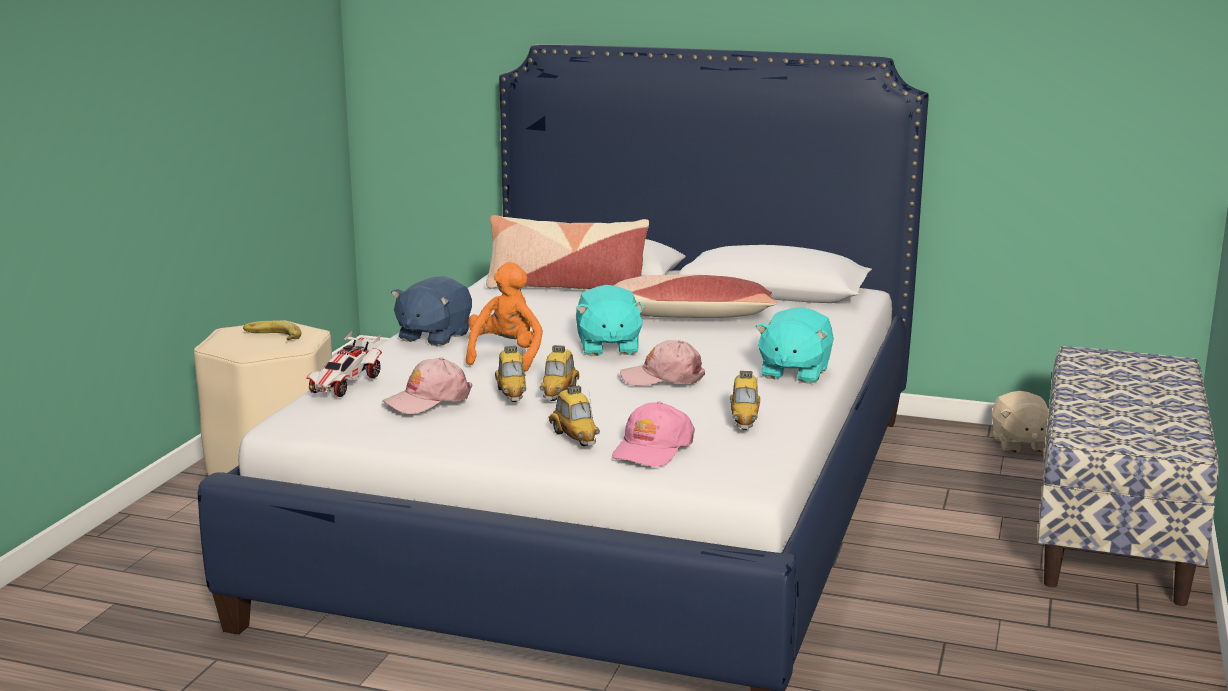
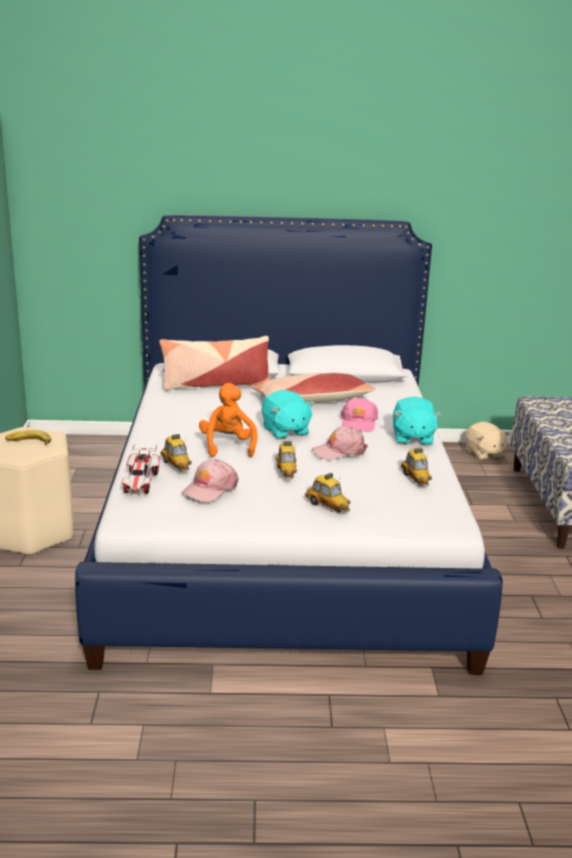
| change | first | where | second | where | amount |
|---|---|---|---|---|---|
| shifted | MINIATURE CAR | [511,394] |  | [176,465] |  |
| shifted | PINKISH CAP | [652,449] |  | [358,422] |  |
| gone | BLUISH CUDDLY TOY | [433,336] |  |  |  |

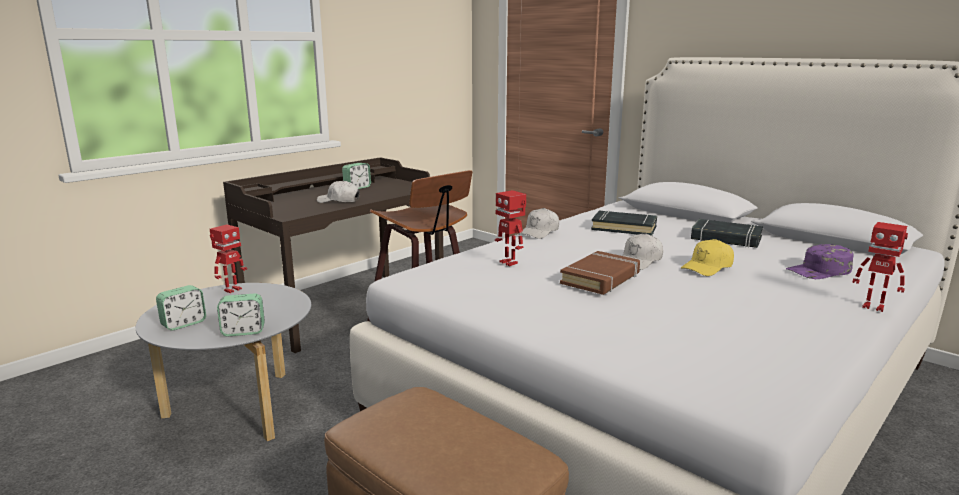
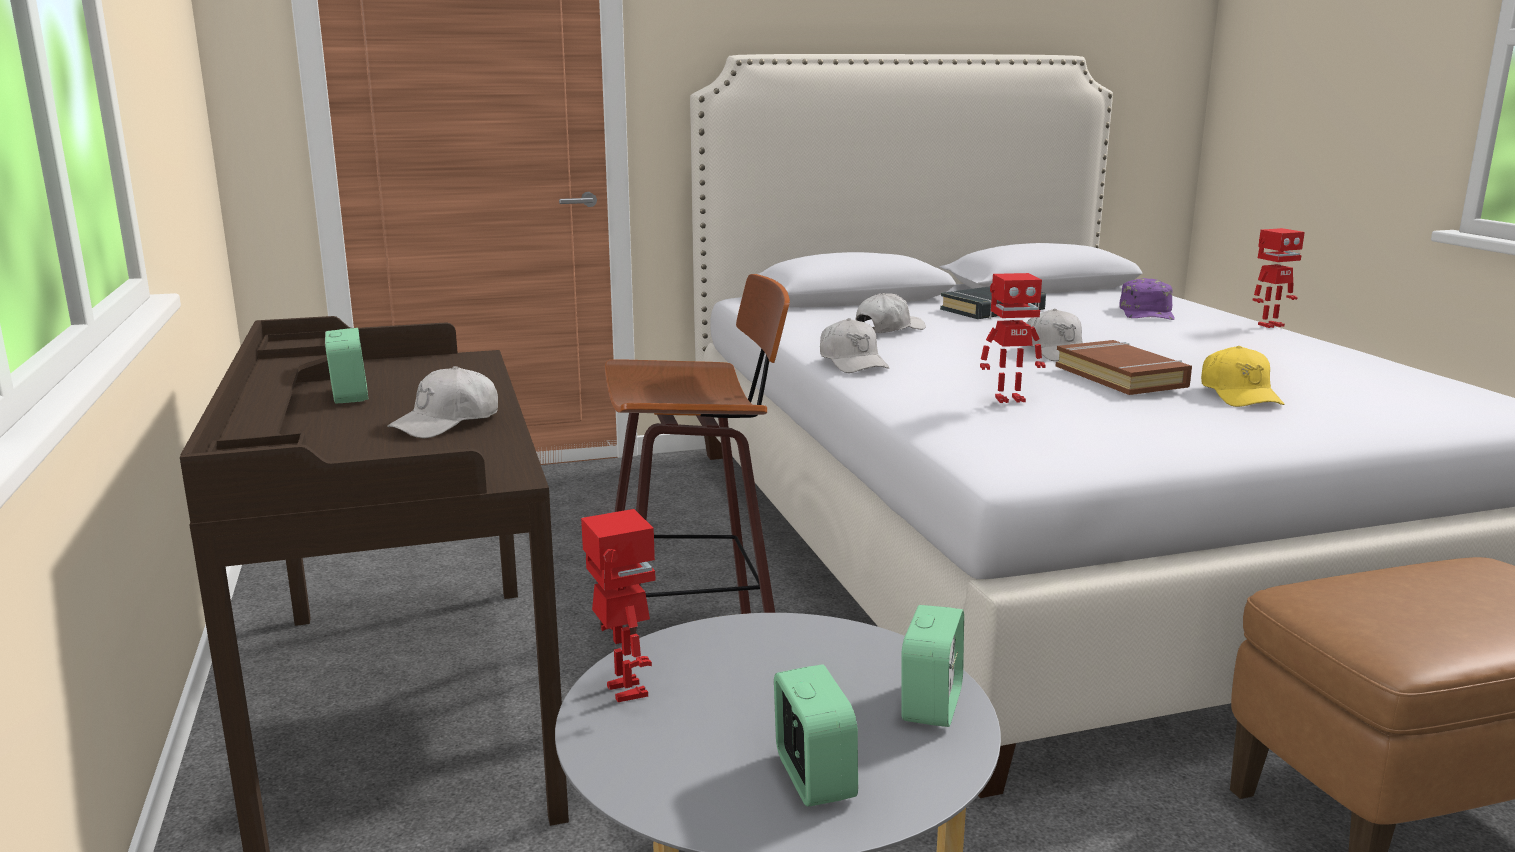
| change | first | where | second | where | amount |
|---|---|---|---|---|---|
| swapped | BLACKISH BOOK | [624,228] | WHITISH CAP | [889,329] |  |
| shifted | YELLOW CAP | [708,267] |  | [1239,395] |  |

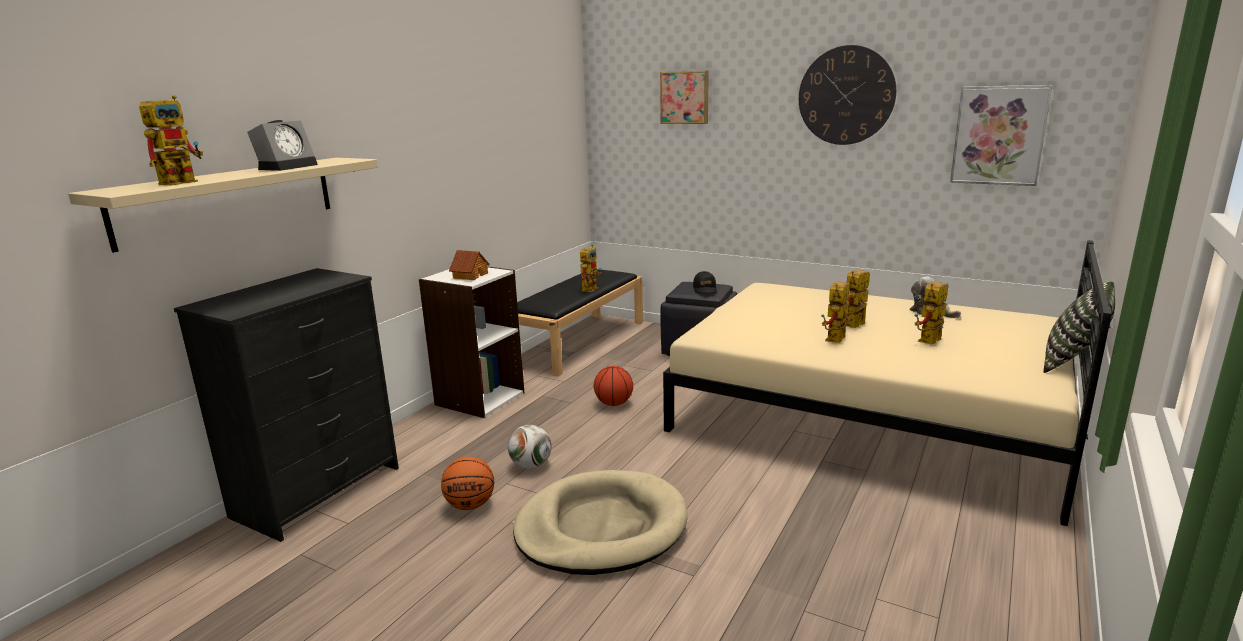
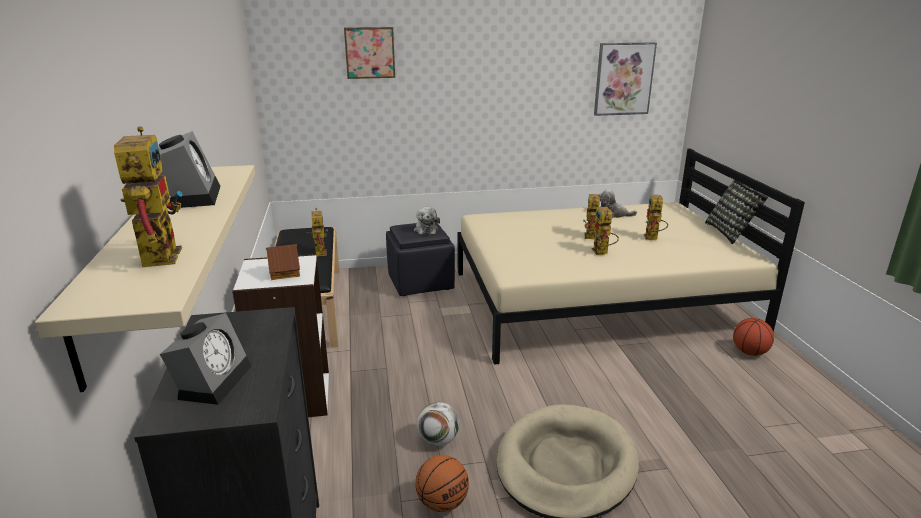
| change | first | where | second | where | amount |
|---|---|---|---|---|---|
| new |  |  | TABLE CLOCK | [213,380] |  |
| swapped | BLACKISH CAP | [705,289] | CUDDLY TOY | [426,229] |  |
| shifted | BALL FOR BASKETBALL | [613,404] |  | [749,352] |  |
| gone | CLOCK ON THE WALL | [846,95] |  |  |  |

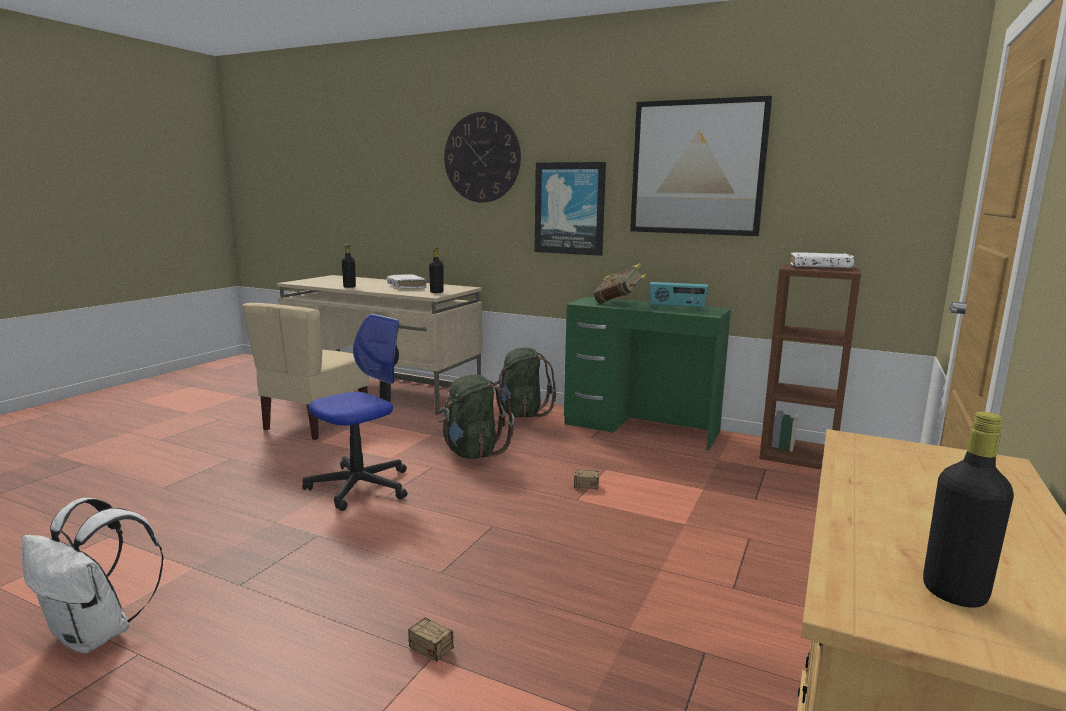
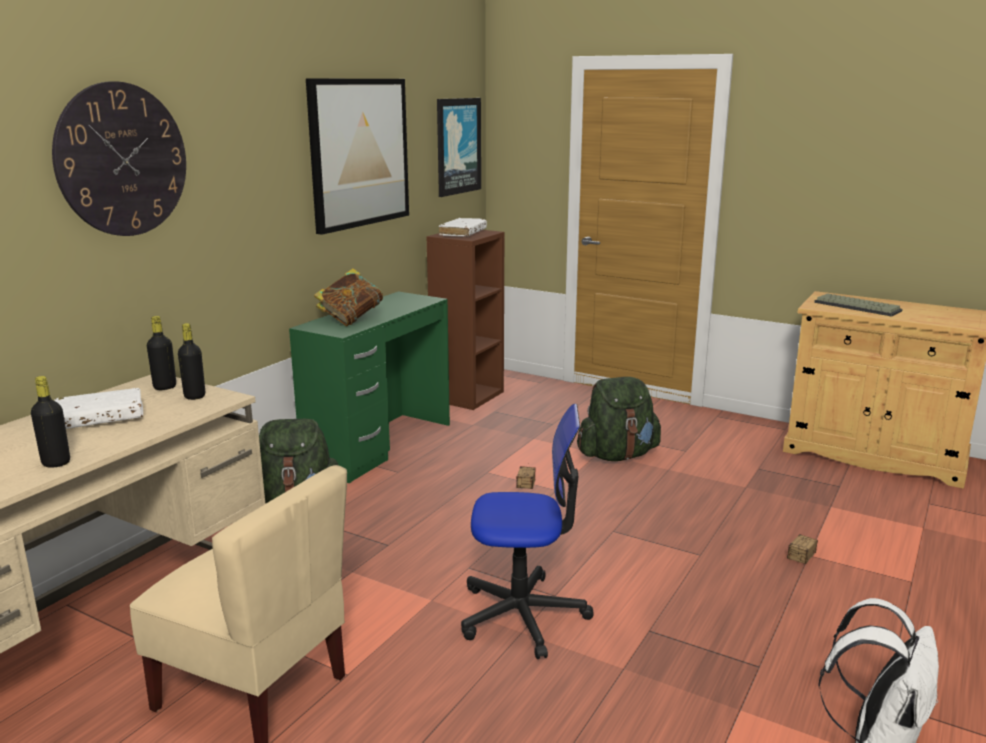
| change | first | where | second | where | amount |
|---|---|---|---|---|---|
| shifted | BLACKISH DRINK BOTTLE | [954,593] |  | [165,387] |  |
| shifted | PICTURE | [569,208] |  | [457,146] |  |
| rotated | DESK CHAIR | [360,486] |  | [523,615] | 135 degrees clockwise |
| shifted | GREEN-COLOURED RUCKSACK | [472,453] |  | [617,455] |  |
| new |  |  | COMPUTER KEYBOARD | [858,306] |  |
| gone | RADIO SET | [677,309] |  |  |  |

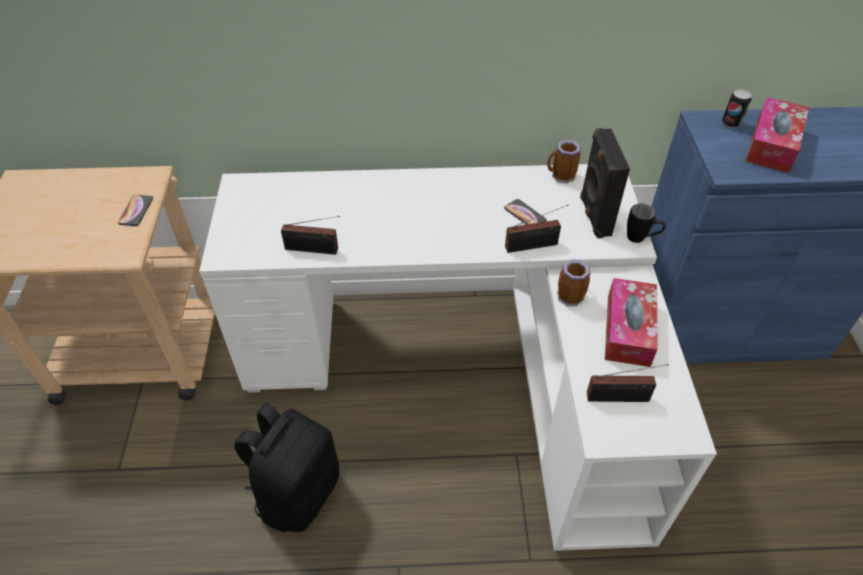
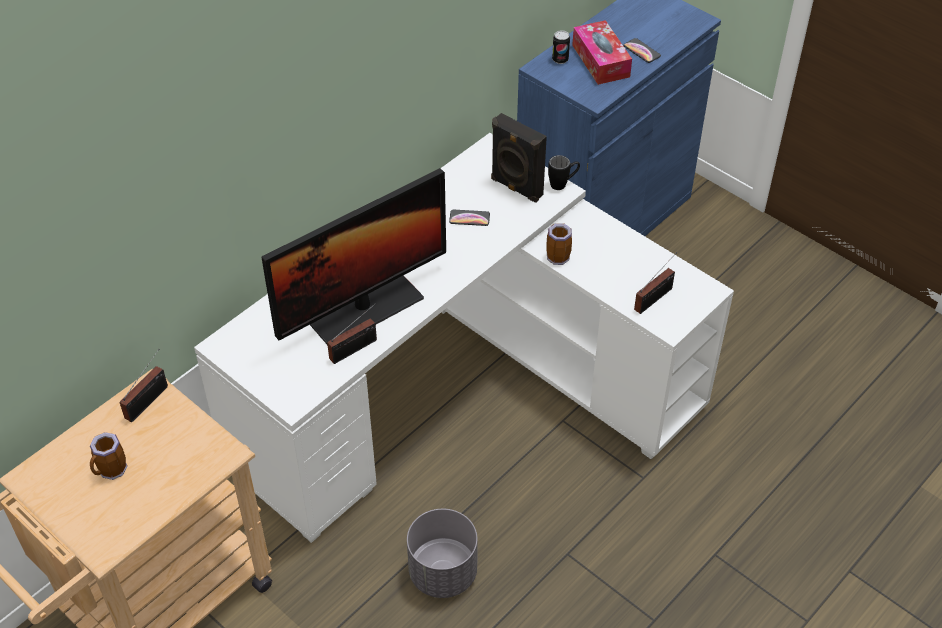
| change | first | where | second | where | amount |
|---|---|---|---|---|---|
| shifted | COFFEE MUG | [561,177] |  | [112,471] |  |
| shifted | RADIO SET | [534,246] |  | [149,400] |  |
| new |  |  | MONITOR | [364,308] |  |
| swapped | BLACKISH RUCKSACK | [297,492] | GREY PLANT POT | [442,572] |  |
| shifted | HANDSET | [136,211] |  | [641,51] |  |
| gone | TISSUE HOLDER | [628,330] |  |  |  |

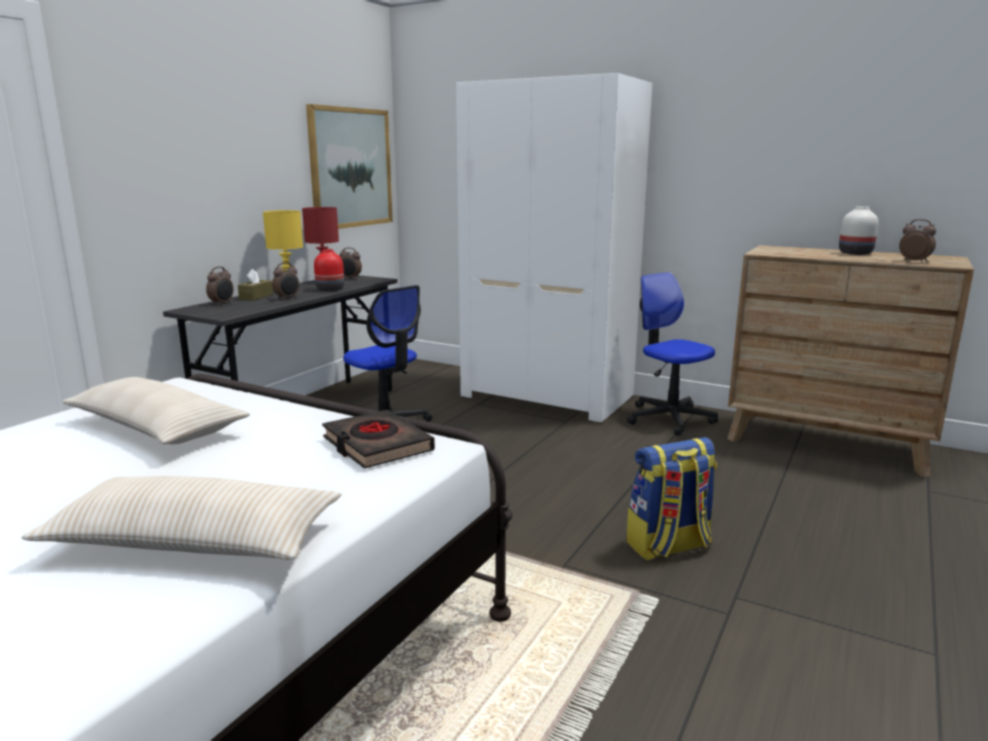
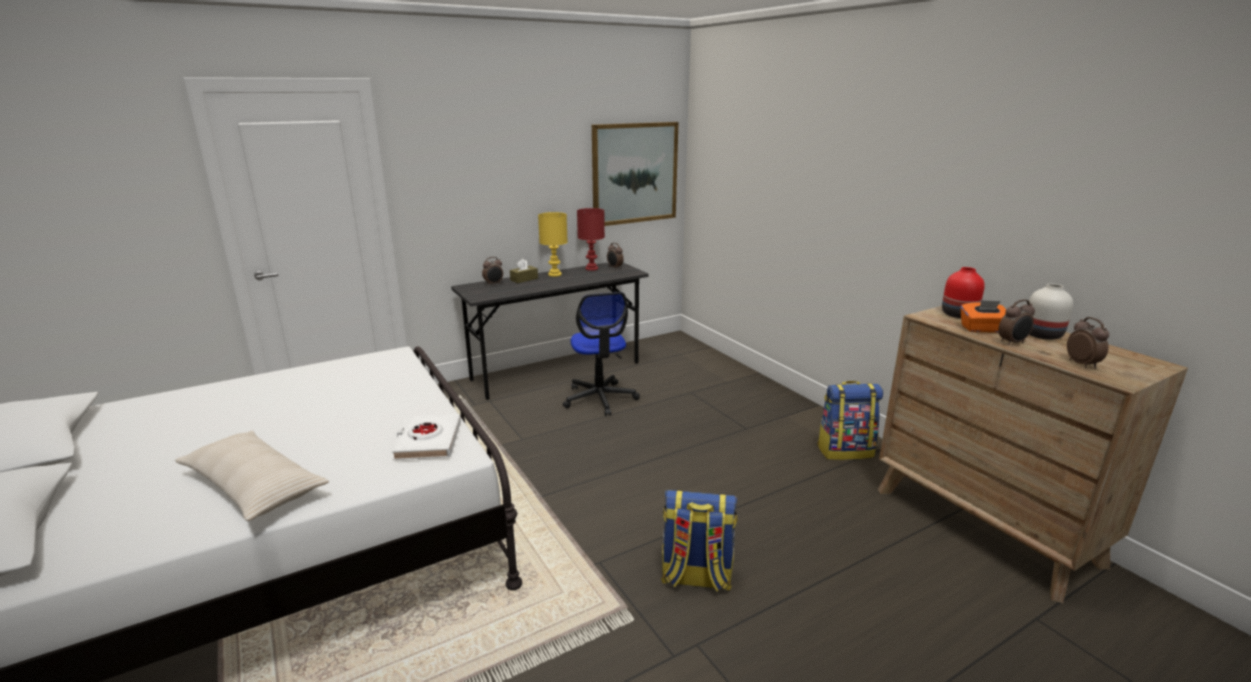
| change | first | where | second | where | amount |
|---|---|---|---|---|---|
| repainted | BLACKISH BOOK | [377,445] | WHITISH BOOK | [428,441] |  |
| swapped | DESK CHAIR | [669,418] | RUCKSACK | [845,450] |  |
| shifted | RED VASE | [330,289] |  | [959,314] |  |
| new |  |  | ORANGEY TISSUE HOLDER | [982,329] |  |
| shifted | TABLE CLOCK | [287,298] |  | [1012,343] |  |
| gone | BEIGE-COLOURED THROW PILLOW | [156,428] |  |  |  |
| gone | WHITISH ARMOIRE | [549,396] |  |  |  |

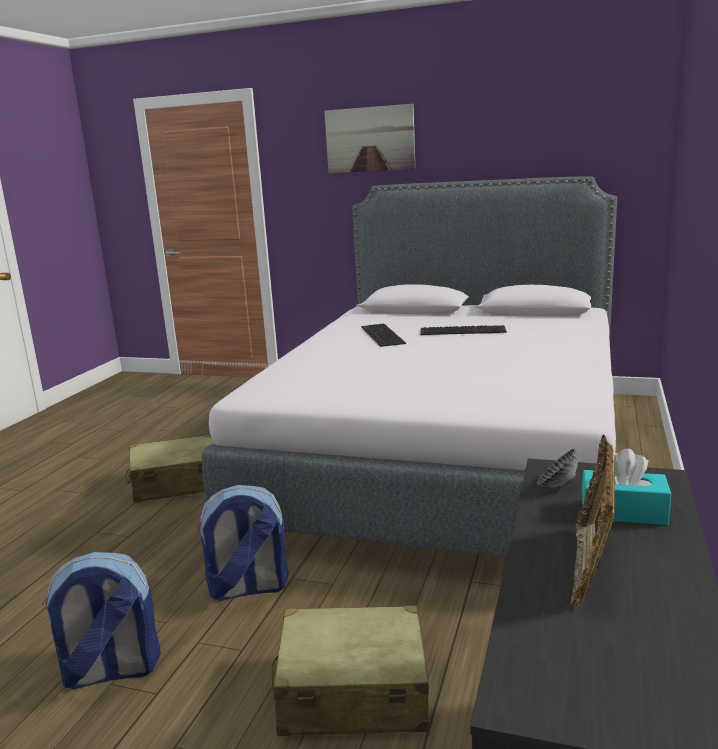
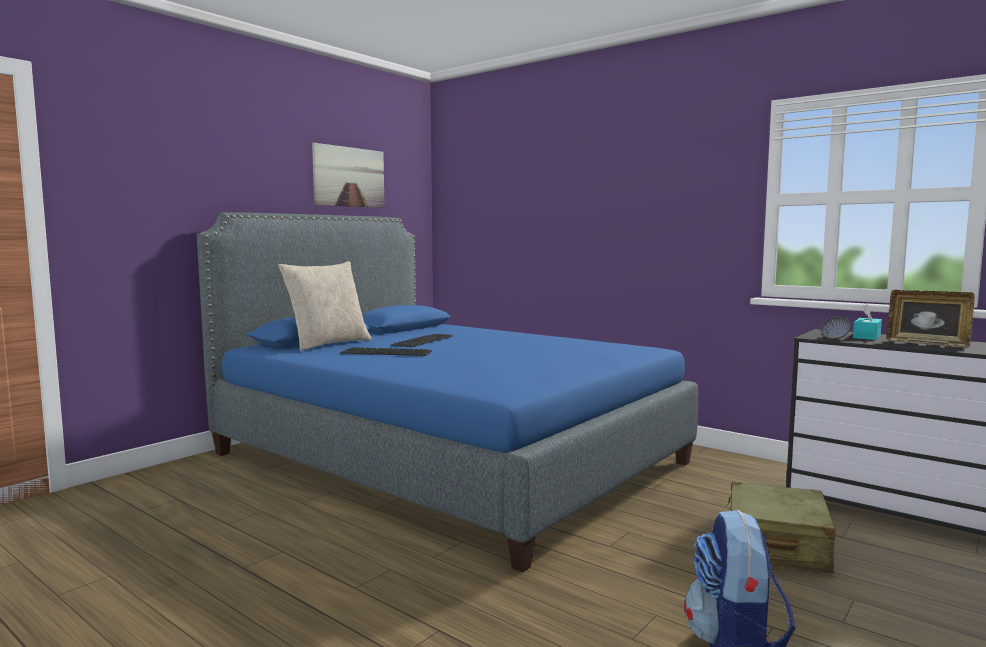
| change | first | where | second | where | amount |
|---|---|---|---|---|---|
| repainted | WHITISH BED | [447,456] | BLUISH BED | [445,458] |  |
| new |  |  | BEIGE-COLOURED THROW PILLOW | [328,344] |  |
| shifted | PICTURE | [370,139] |  | [349,177] |  |
| gone | BEIGE-COLOURED PIECE OF LUGGAGE | [176,483] |  |  |  |
| gone | RUCKSACK | [247,588] |  |  |  |

